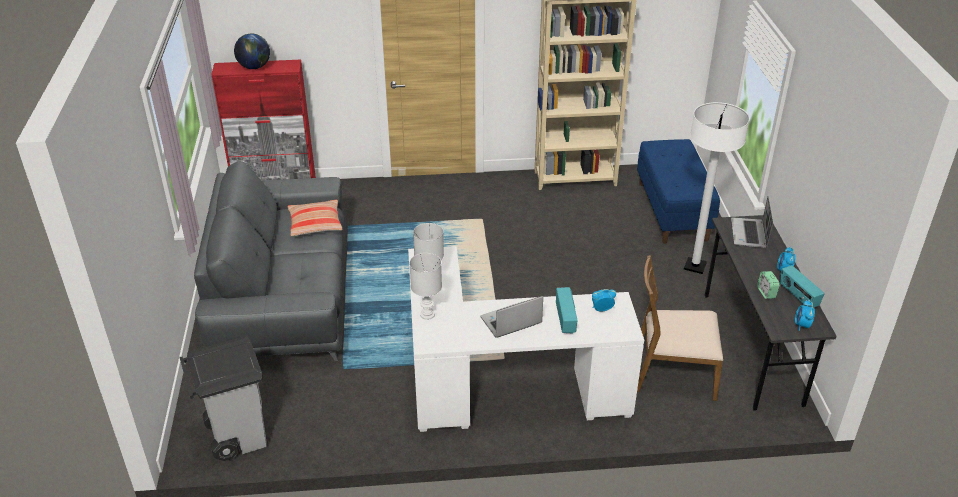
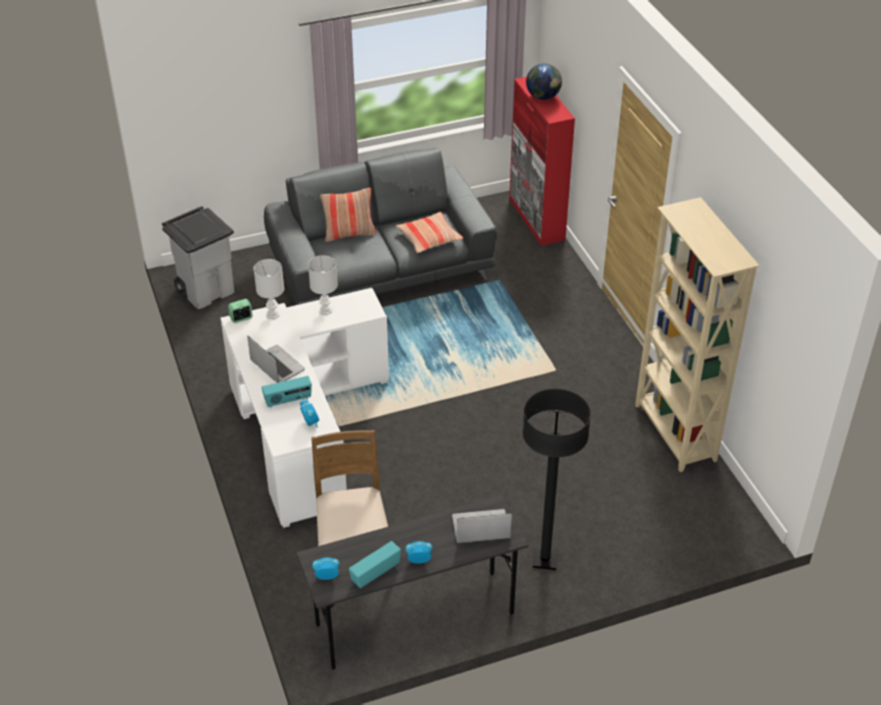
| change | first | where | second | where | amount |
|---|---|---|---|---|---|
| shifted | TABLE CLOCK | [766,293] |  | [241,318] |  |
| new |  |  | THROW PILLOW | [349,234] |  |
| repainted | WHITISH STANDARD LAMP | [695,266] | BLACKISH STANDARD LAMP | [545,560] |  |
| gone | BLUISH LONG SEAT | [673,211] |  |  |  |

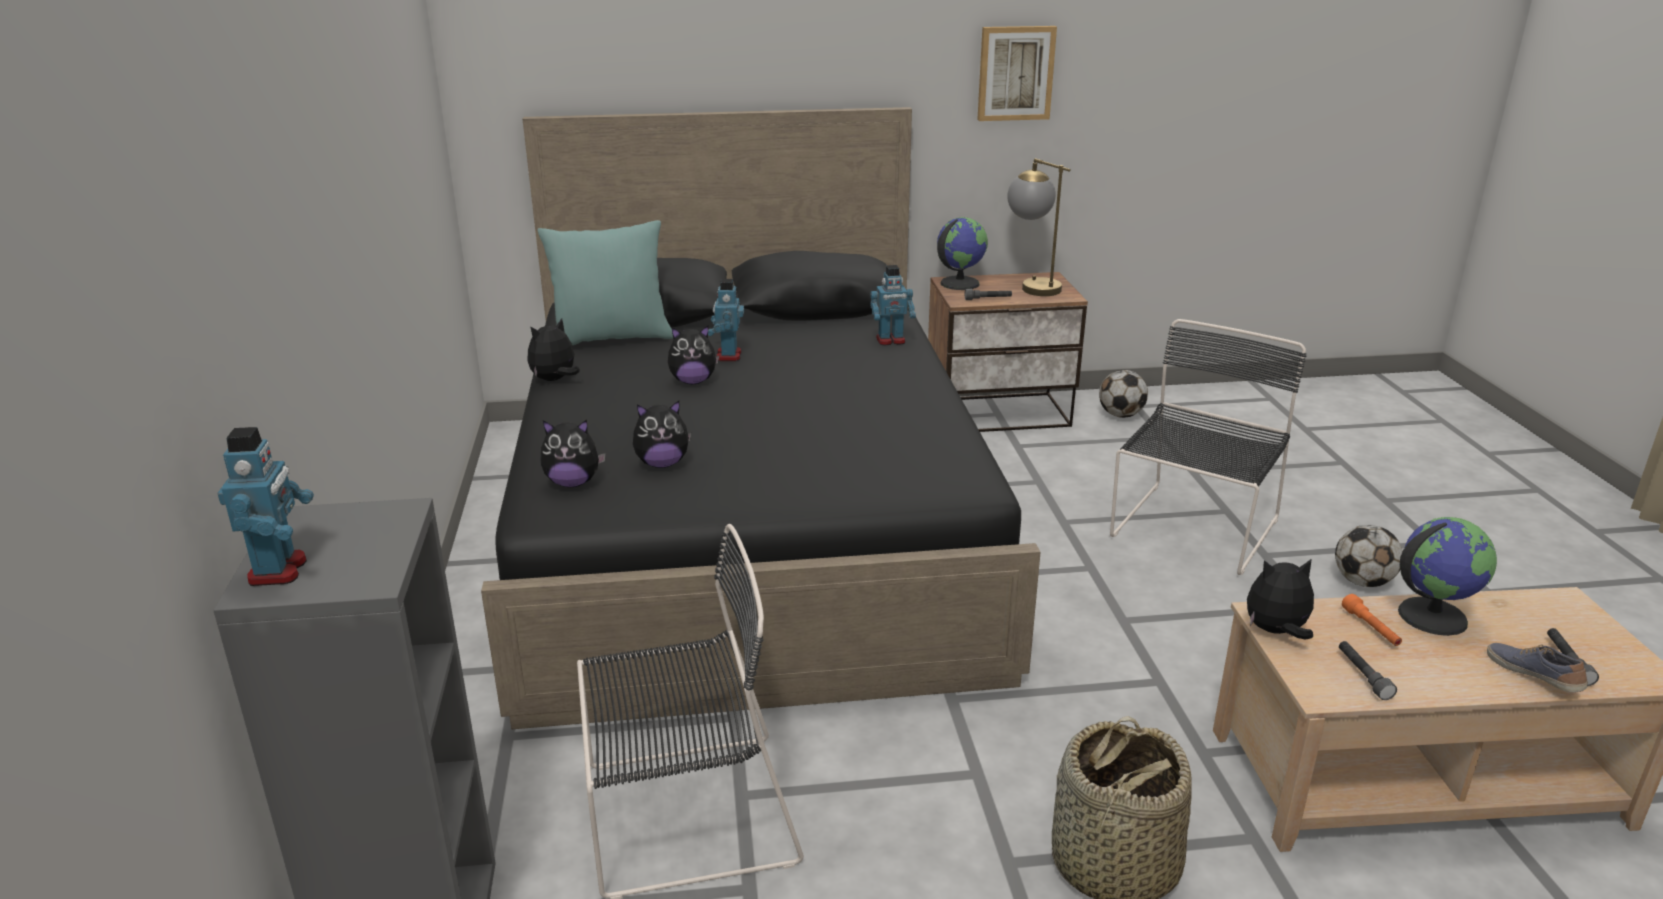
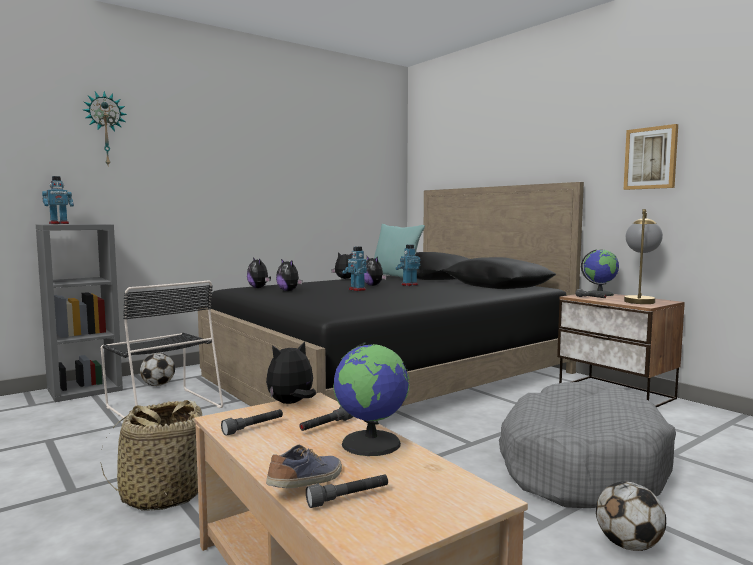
| change | first | where | second | where | amount |
|---|---|---|---|---|---|
| new |  |  | CLOCK ON THE WALL | [105,129] |  |
| shifted | FOOTBALL | [1120,415] |  | [158,385] |  |
| rotated | CUDDLY TOY | [1276,632] |  | [291,403] | 90 degrees counterclockwise |
| repainted | ORANGEY HAND TORCH | [1371,628] | GREY HAND TORCH | [326,426] |  |
| shifted | MODEL ROBOT | [891,341] |  | [356,290] |  |
| swapped | BLACKISH PLAIN CHAIR | [1192,530] | GREY DOG CUSHION | [580,465] |  |

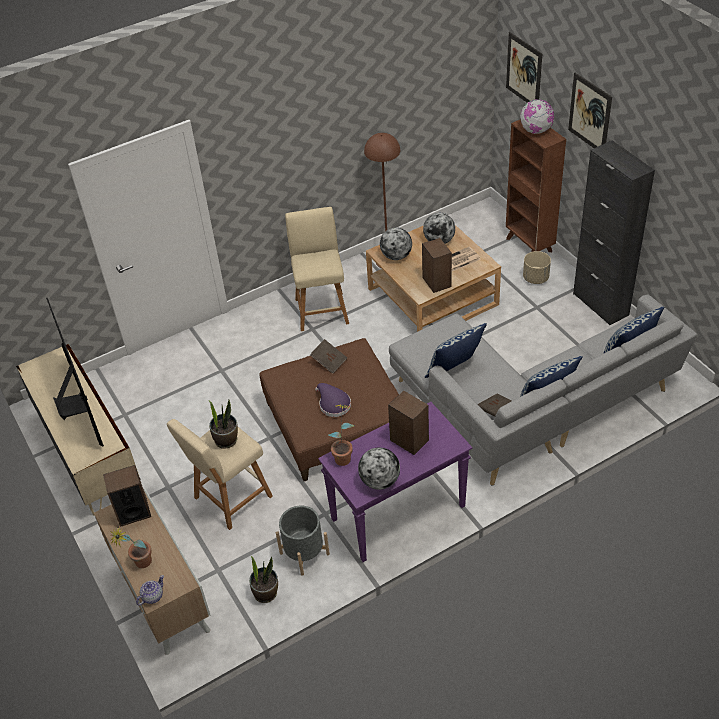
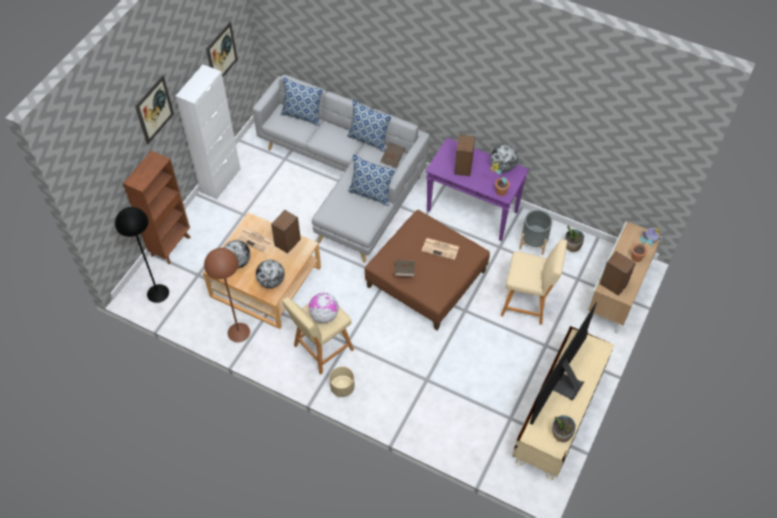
| change | first | where | second | where | amount |
|---|---|---|---|---|---|
| new |  |  | BLACKISH STANDARD LAMP | [157,293] |  |
| repainted | BLACKISH CUPBOARD | [600,304] | WHITISH CUPBOARD | [220,180] |  |
| shifted | PICTURE | [524,71] |  | [221,54] |  |
| shifted | WORLD GLOBE | [536,130] |  | [324,315] |  |
| shifted | BEIGE-COLOURED PLANT POT | [535,278] |  | [342,388] |  |
| swapped | PURPLE WEARABLE HAT | [333,404] | DAILY PAPER | [441,249] |  |
| shifted | PLANT IN A POT | [226,440] |  | [561,434] |  |

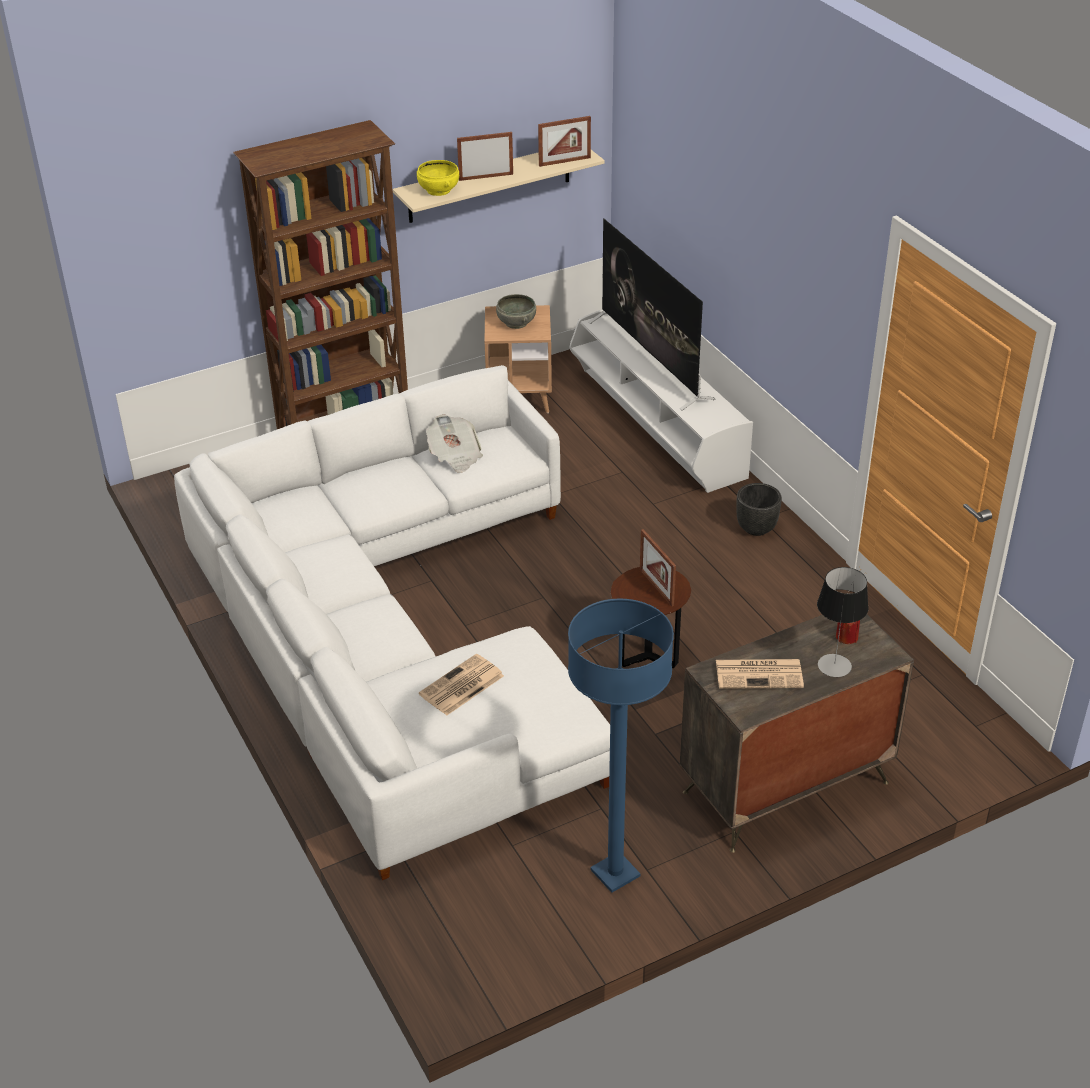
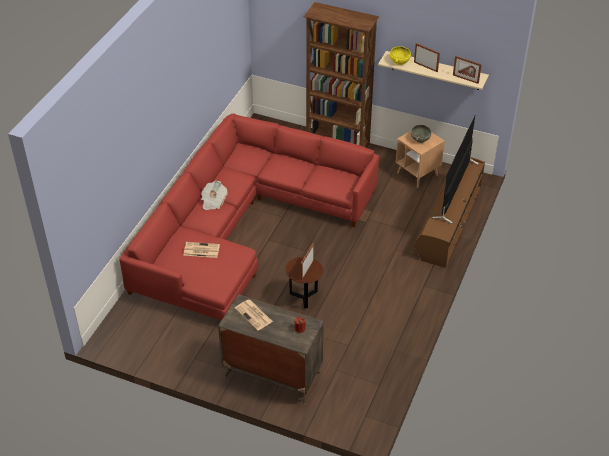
| change | first | where | second | where | amount |
|---|---|---|---|---|---|
| repainted | WHITISH COUCH | [392,638] | RED COUCH | [241,226] |  |
| shifted | DAILY PAPER | [455,456] |  | [213,201] |  |
| repainted | WHITISH TV STAND | [655,425] | BROWN TV STAND | [447,221] |  |
| gone | BLUISH STANDARD LAMP | [615,873] |  |  |  |
| gone | BLACKISH PLANT POT | [756,528] |  |  |  |
| gone | LAMP FOR A TABLE | [834,666] |  |  |  |

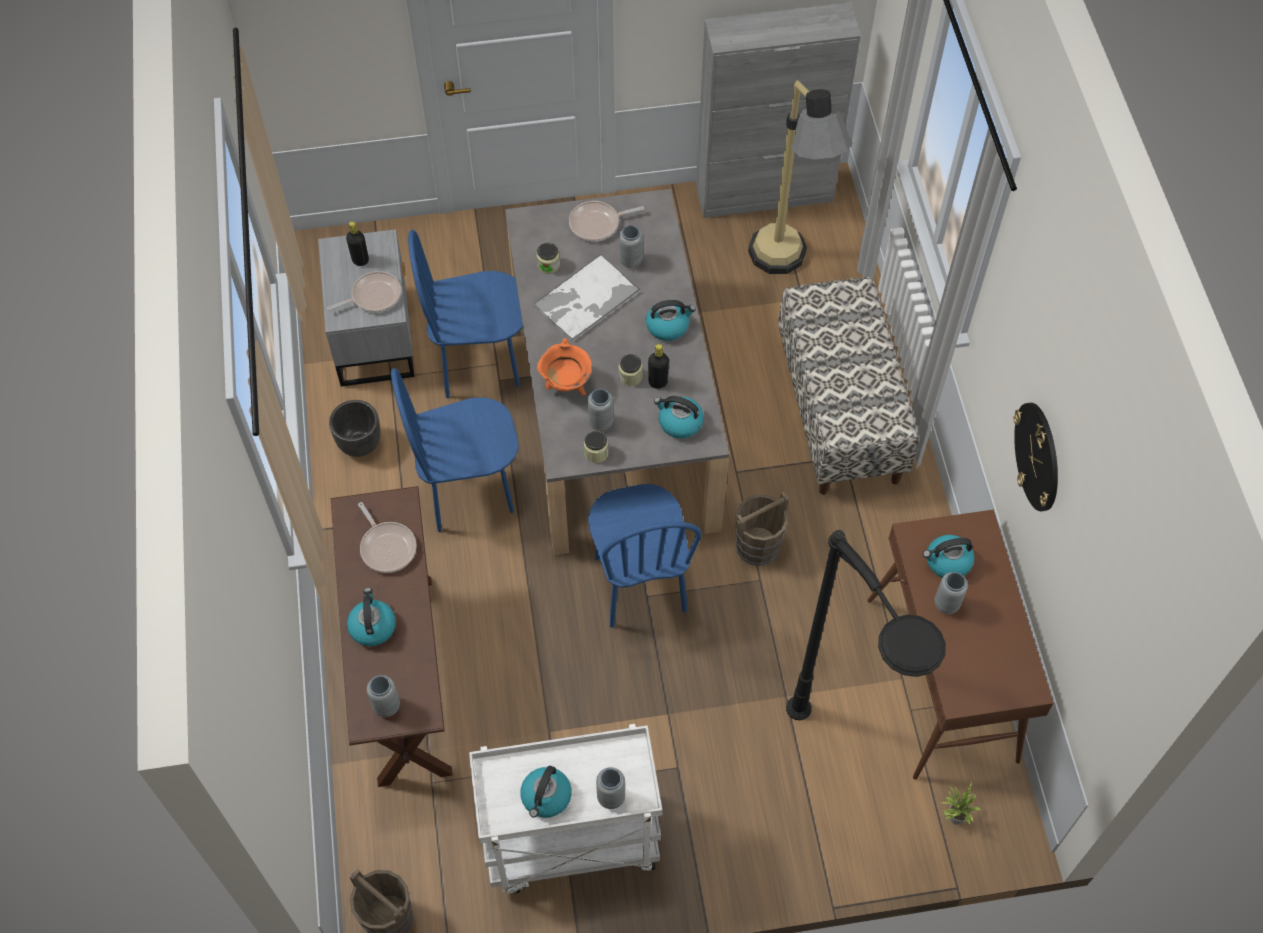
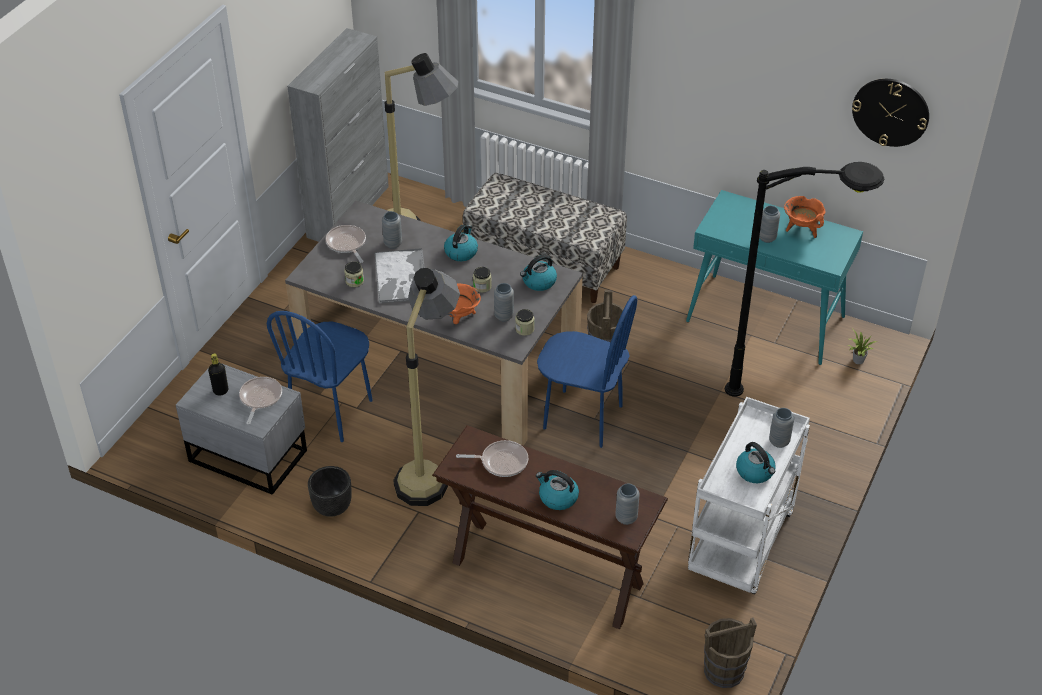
| change | first | where | second | where | amount |
|---|---|---|---|---|---|
| rotated | PAN | [597,224] |  | [347,244] | 135 degrees clockwise |
| swapped | BLUISH PLAIN CHAIR | [468,491] | STANDARD LAMP | [430,467] |  |
| repainted | BROWN NARROW TABLE | [942,680] | BLUE-GREEN NARROW TABLE | [766,319] |  |
| new |  |  | ORANGEY STOCKPOT | [801,229] |  |
| shifted | CLOCK ON THE WALL | [1037,456] |  | [890,112] |  |
| gone | BLACKISH DRINK BOTTLE | [658,382] |  |  |  |
| gone | TEA KETTLE | [947,562] |  |  |  |

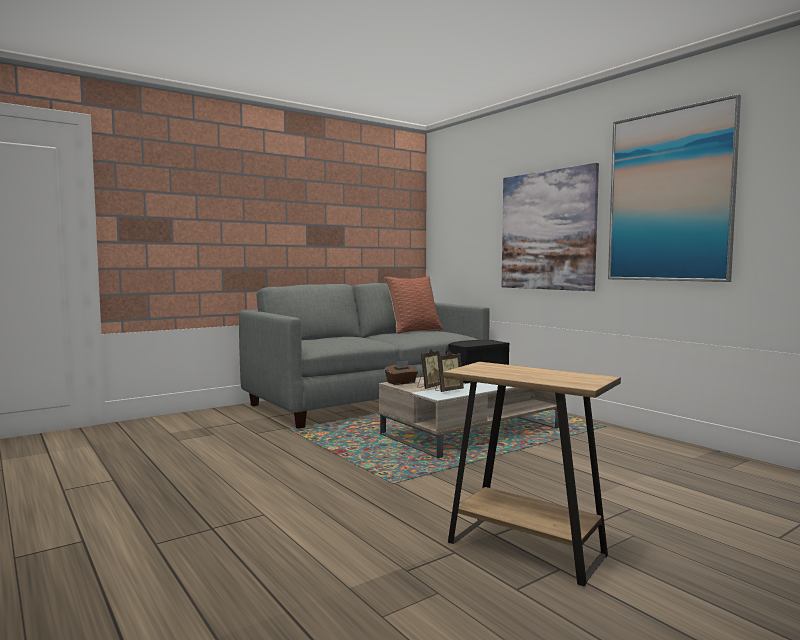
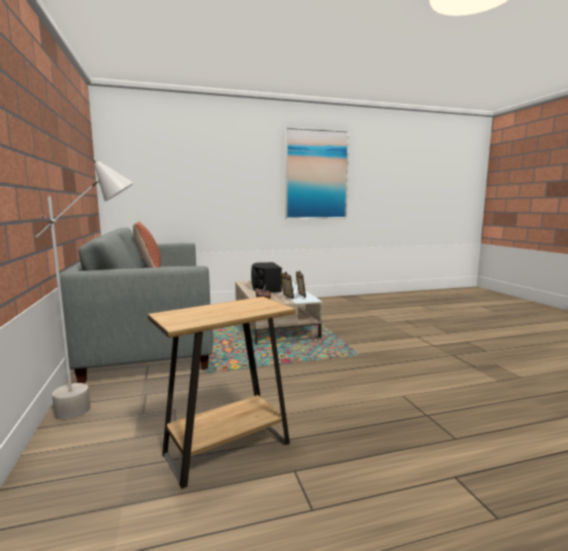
| change | first | where | second | where | amount |
|---|---|---|---|---|---|
| new |  |  | GREY STANDARD LAMP | [102,405] |  |
| shifted | BROWN ACCENT TABLE | [526,549] |  | [227,449] |  |
| gone | PICTURE | [547,230] |  |  |  |

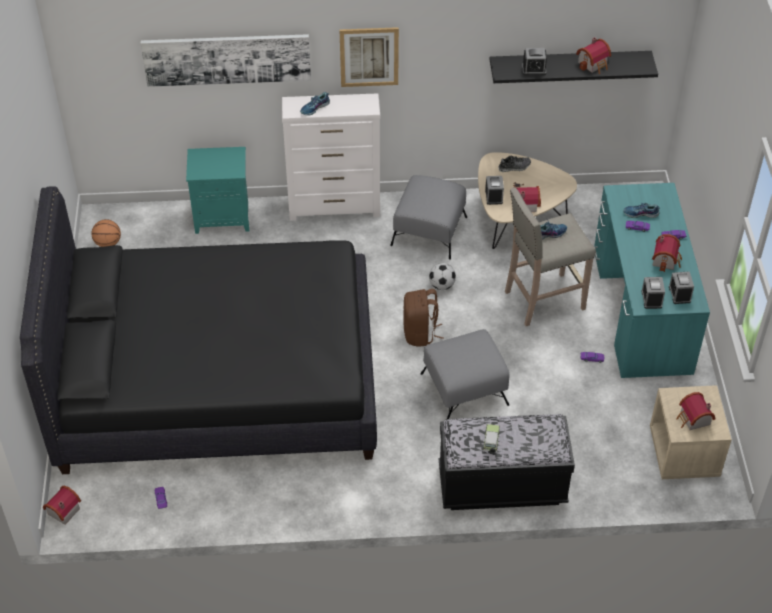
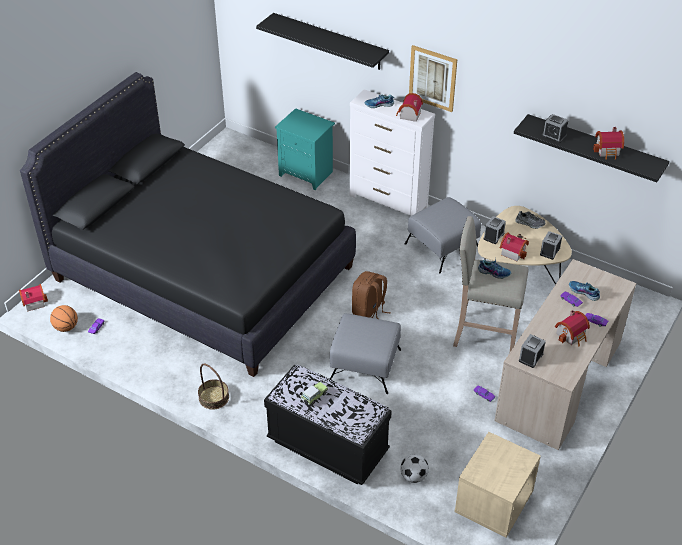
| change | first | where | second | where | amount |
|---|---|---|---|---|---|
| shifted | BALL FOR BASKETBALL | [108,243] |  | [66,327] |  |
| new |  |  | STORAGE BASKET | [213,397] |  |
| swapped | PICTURE | [227,59] | BLACKISH SHELF | [329,41] |  |
| shifted | MODEL HOUSE | [693,420] |  | [408,115] |  |
| shifted | FOOTBALL | [442,285] |  | [413,476] |  |
| repainted | BLUE-GREEN DESK | [641,310] | BEIGE-COLOURED DESK | [558,380] |  |
| shifted | TABLE CLOCK | [679,294] |  | [550,251] |  |

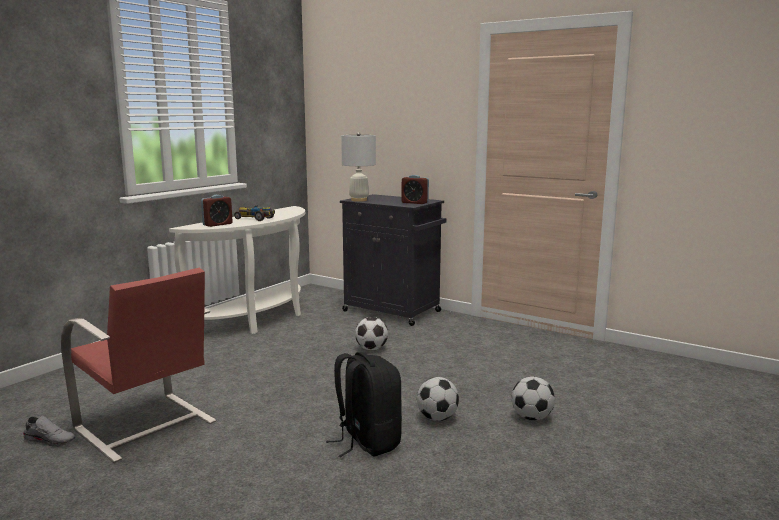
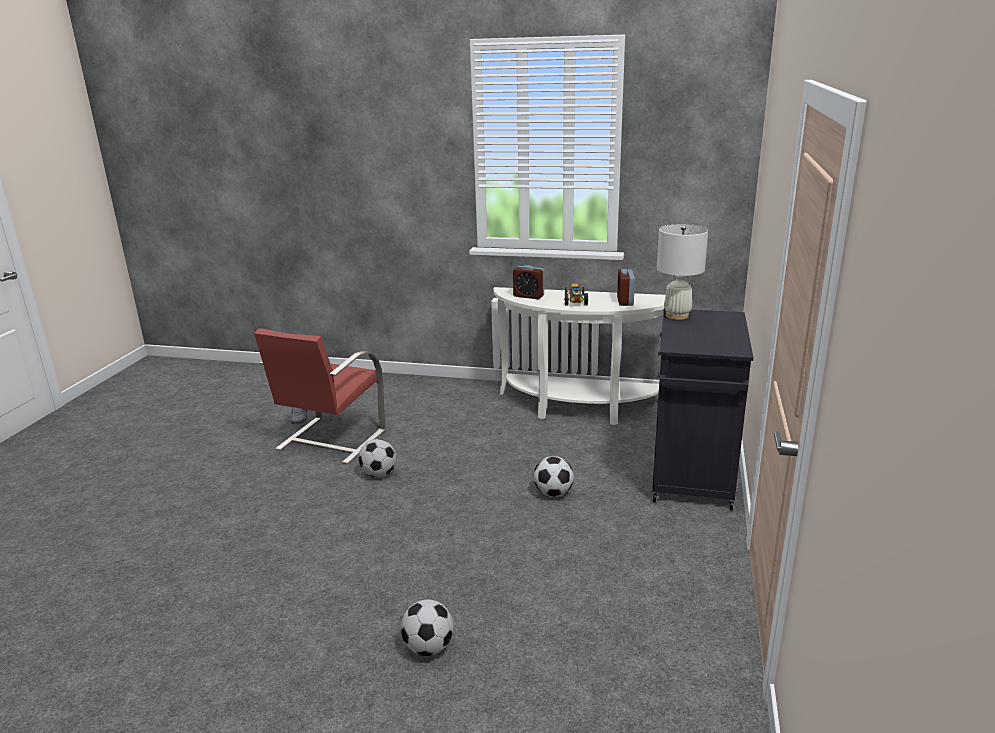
| change | first | where | second | where | amount |
|---|---|---|---|---|---|
| shifted | FOOTBALL | [437,418] |  | [379,474] |  |
| shifted | TABLE CLOCK | [415,202] |  | [625,301] |  |
| gone | BLACKISH RUCKSACK | [367,442] |  |  |  |

